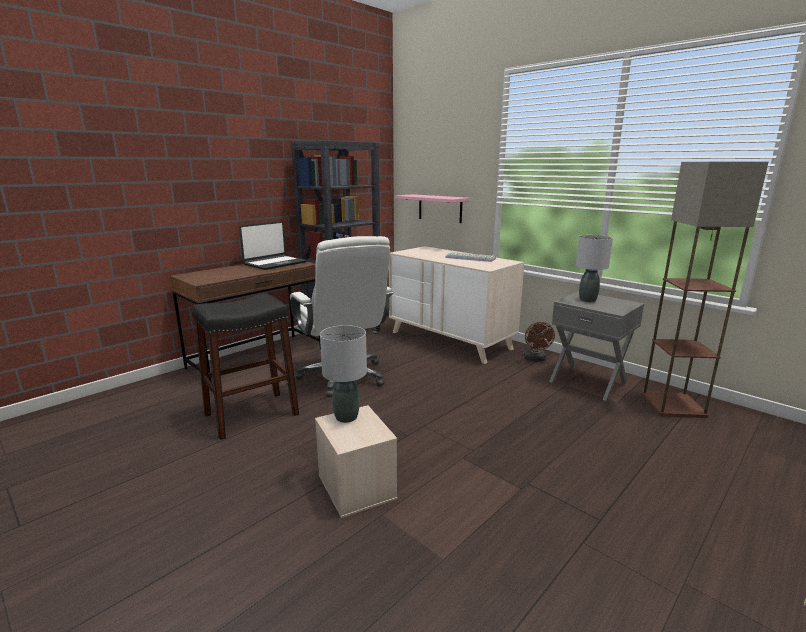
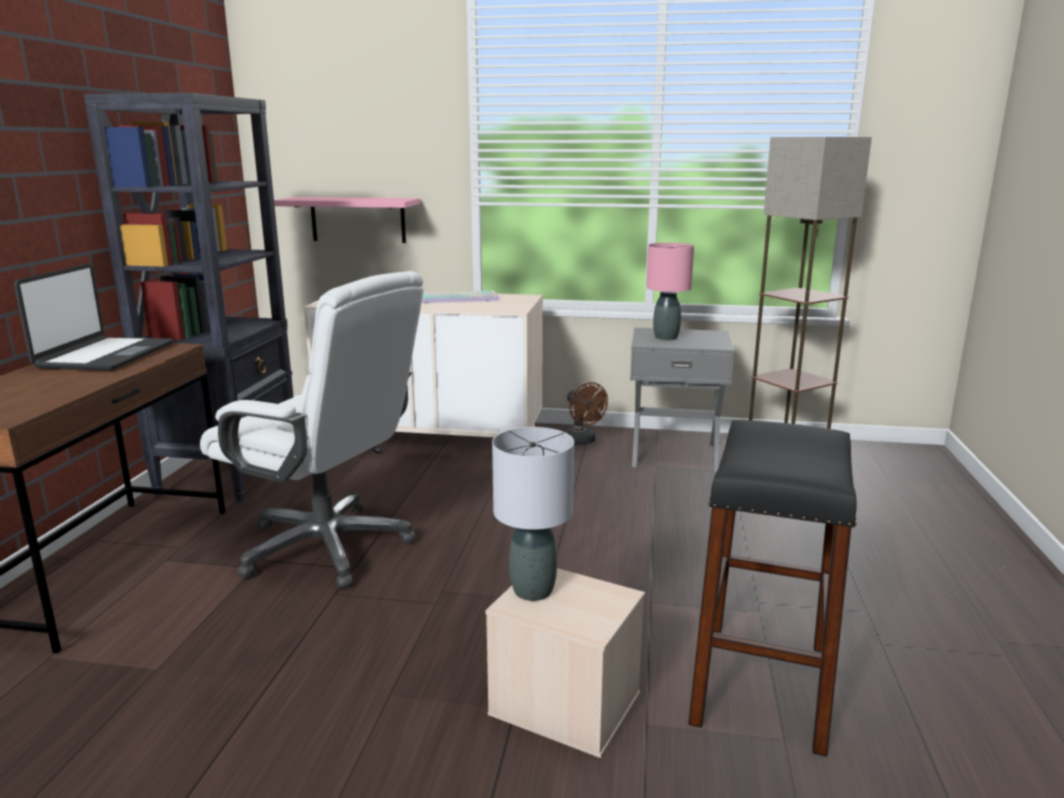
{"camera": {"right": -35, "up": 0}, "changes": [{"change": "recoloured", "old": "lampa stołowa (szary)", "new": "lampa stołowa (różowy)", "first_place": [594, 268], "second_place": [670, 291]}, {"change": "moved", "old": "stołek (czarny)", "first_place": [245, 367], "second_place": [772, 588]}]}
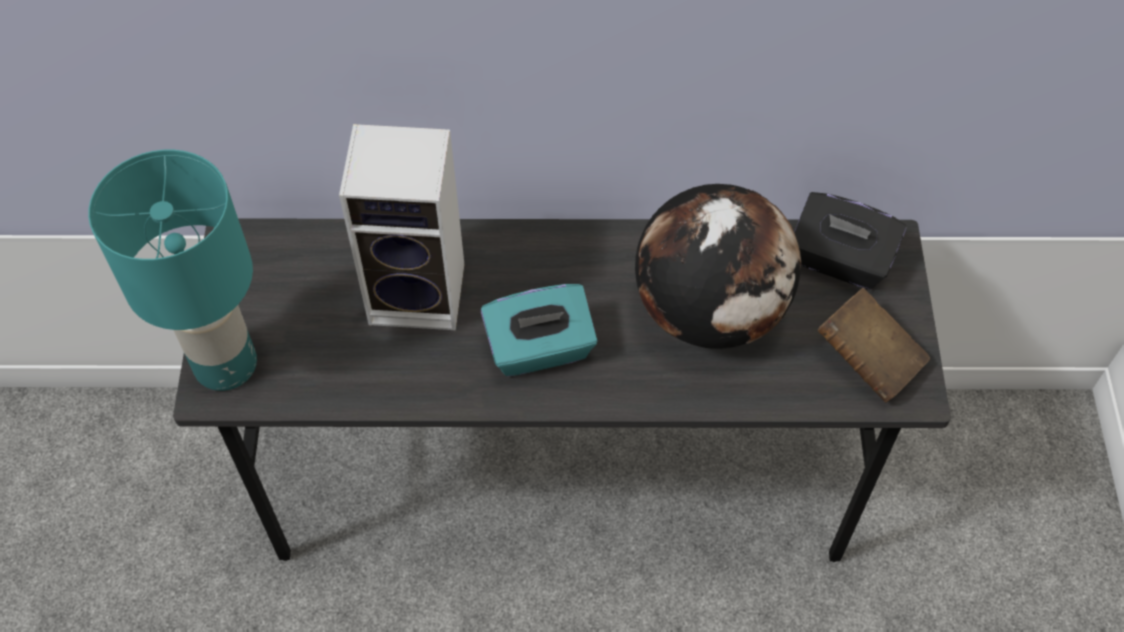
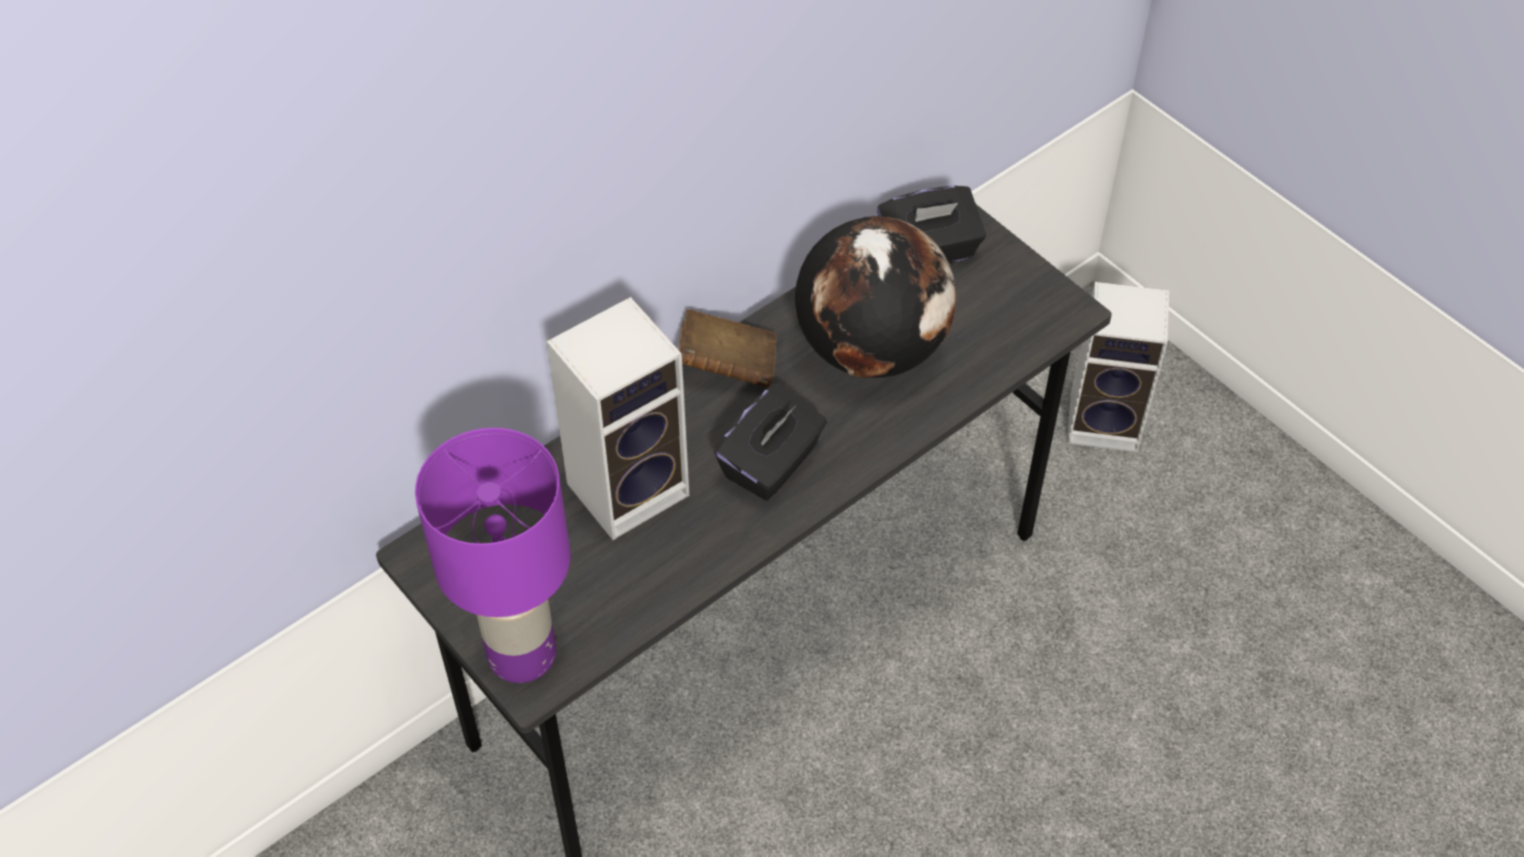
{"camera": {"right": -40, "up": -5}, "changes": [{"change": "recoloured", "old": "lampa stołowa (turkusowy)", "new": "lampa stołowa (fioletowy)", "first_place": [172, 270], "second_place": [492, 555]}, {"change": "recoloured", "old": "pudełko chusteczek (turkusowy)", "new": "pudełko chusteczek (czarny)", "first_place": [539, 330], "second_place": [771, 442]}, {"change": "moved", "old": "książka (brązowy)", "first_place": [874, 345], "second_place": [727, 348]}, {"change": "added", "new": "głośnik", "second_place": [1118, 367]}]}
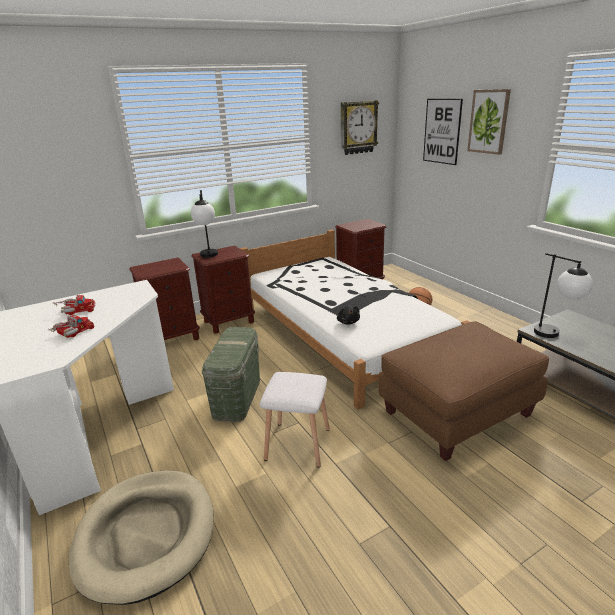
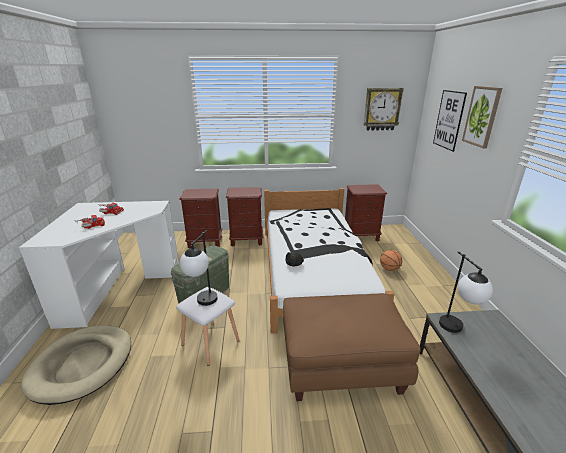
{"camera": {"right": 25, "up": 0}, "changes": [{"change": "moved", "old": "lampa stołowa", "first_place": [204, 224], "second_place": [199, 268]}]}
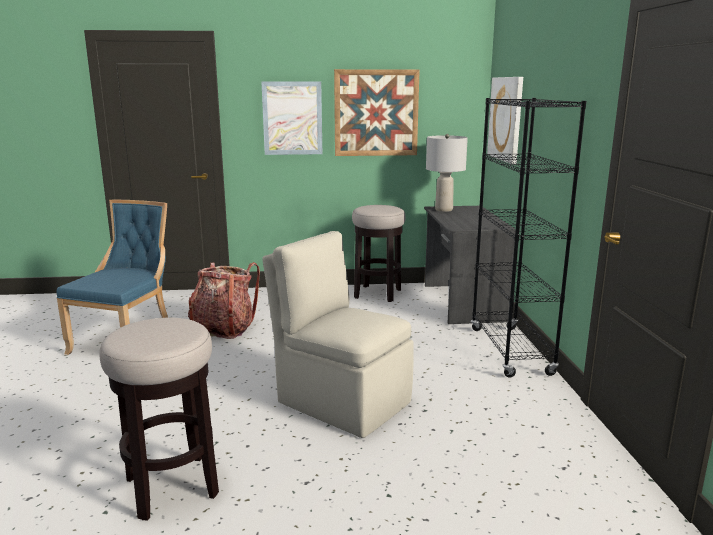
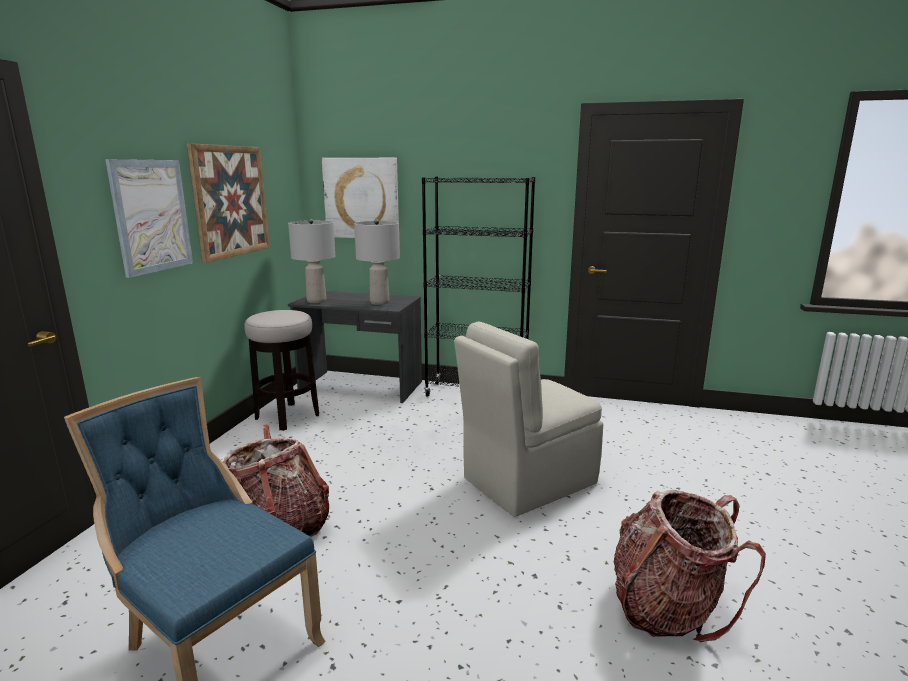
{"camera": {"right": -70, "up": 0}, "changes": [{"change": "replaced", "old": "stołek", "new": "plecak", "first_place": [159, 419], "second_place": [690, 566]}, {"change": "added", "new": "lampa stołowa (szary)", "second_place": [377, 262]}]}
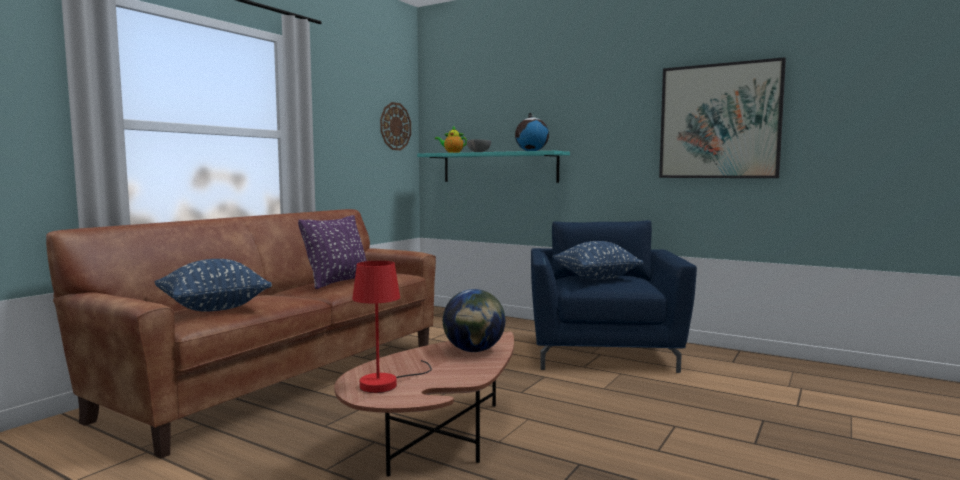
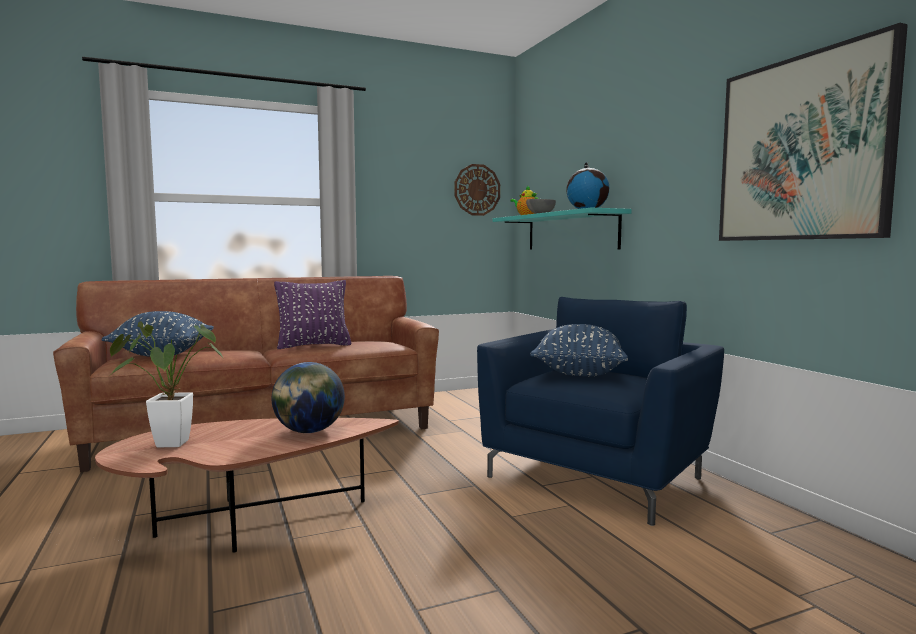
{"camera": {"right": 35, "up": 0}, "changes": [{"change": "replaced", "old": "lampa stołowa (czerwony)", "new": "roślina doniczkowa", "first_place": [392, 327], "second_place": [166, 384]}]}
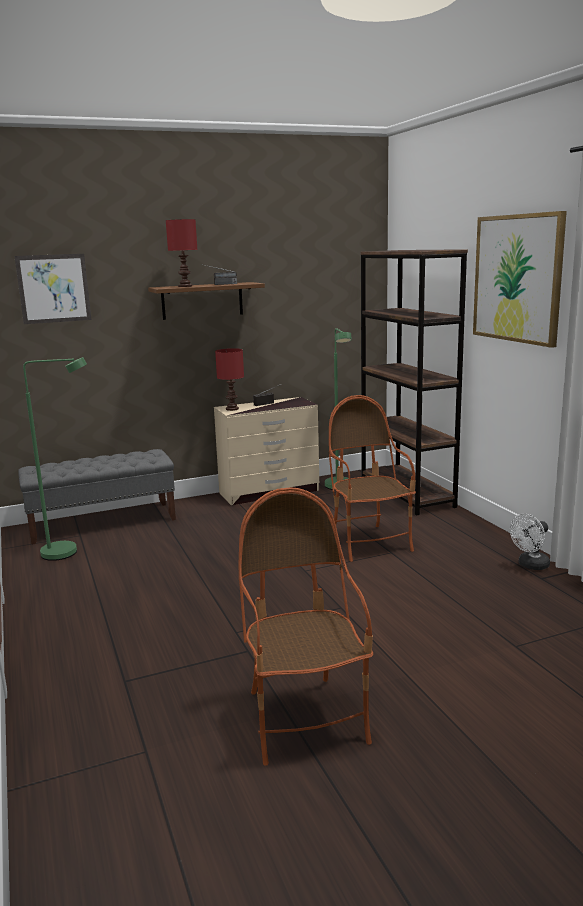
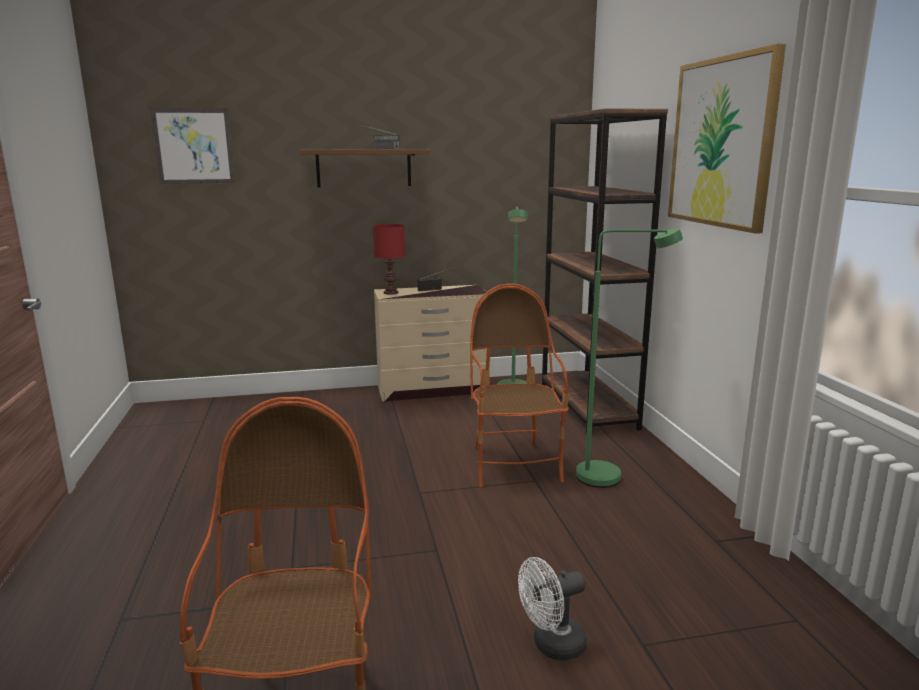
{"camera": {"right": 10, "up": 0}, "changes": [{"change": "removed", "old": "lampa stołowa (czerwony)", "first_place": [181, 253]}, {"change": "moved", "old": "lampa stojąca (zielony)", "first_place": [55, 459], "second_place": [629, 358]}, {"change": "removed", "old": "ławka (szary)", "first_place": [97, 497]}, {"change": "moved", "old": "wentylator (biały)", "first_place": [530, 542], "second_place": [552, 609]}]}
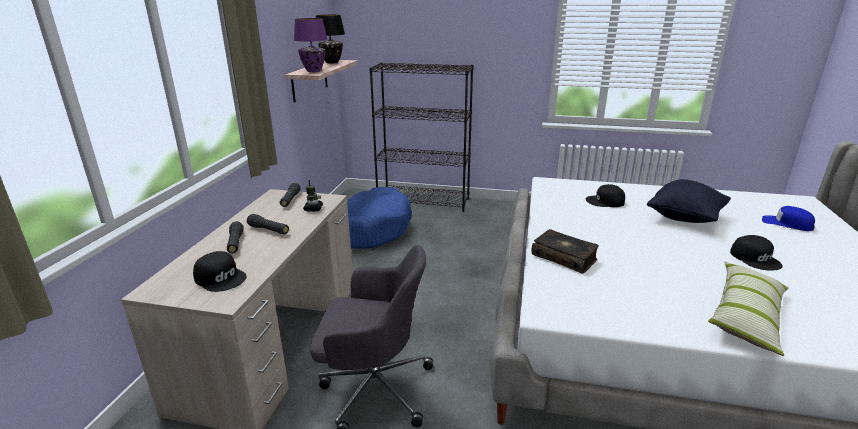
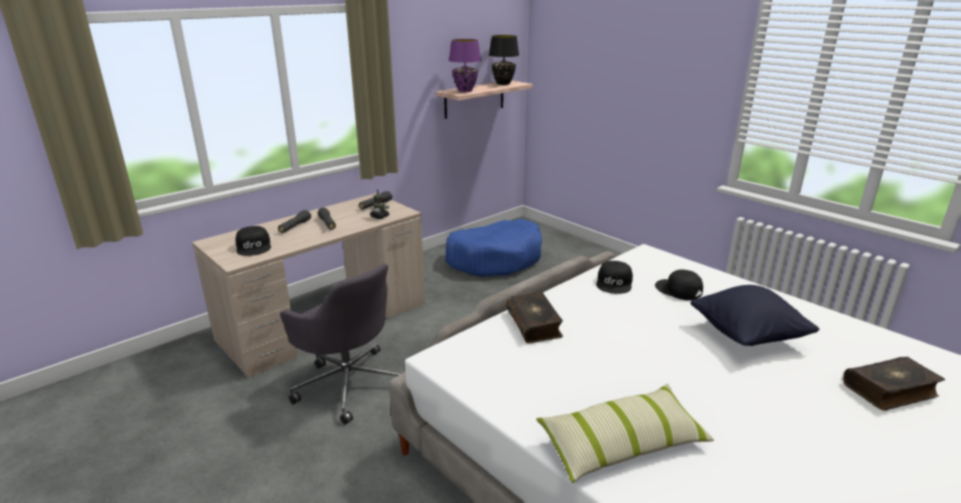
{"camera": {"right": 35, "up": 0}, "changes": [{"change": "removed", "old": "regał (czarny)", "first_place": [421, 137]}, {"change": "replaced", "old": "czapka z daszkiem (niebieski)", "new": "książka", "first_place": [788, 218], "second_place": [894, 384]}, {"change": "moved", "old": "czapka z daszkiem (czarny)", "first_place": [756, 252], "second_place": [614, 277]}]}
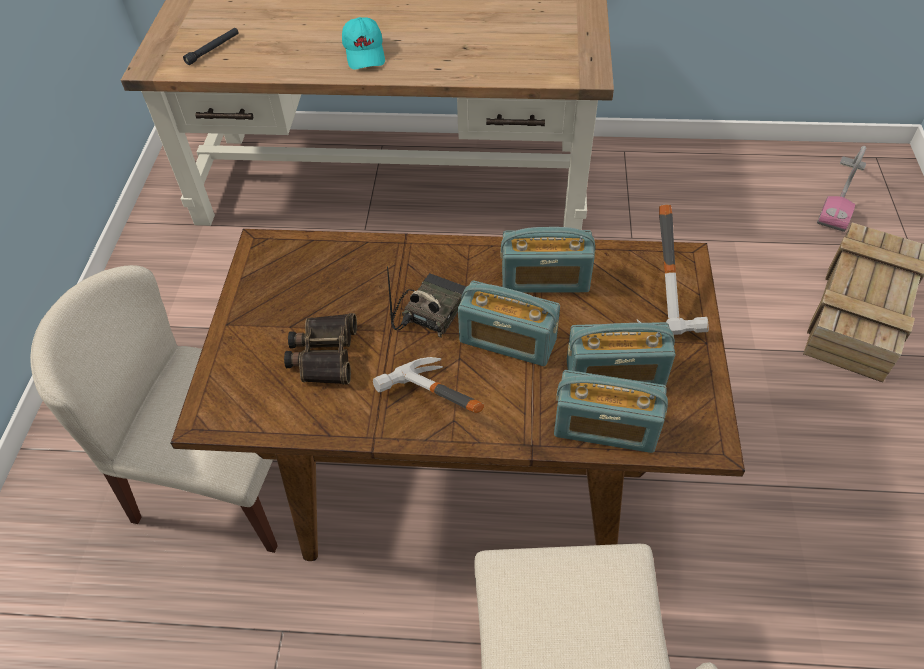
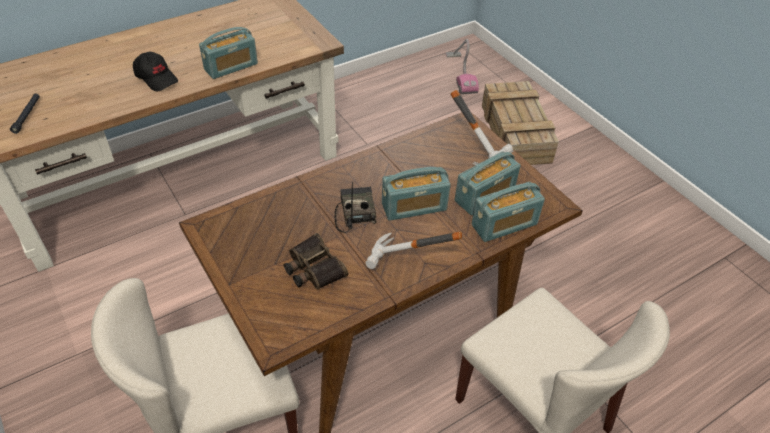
{"camera": {"right": -40, "up": -5}, "changes": [{"change": "recoloured", "old": "czapka z daszkiem (turkusowy)", "new": "czapka z daszkiem (czarny)", "first_place": [363, 43], "second_place": [155, 71]}, {"change": "moved", "old": "radio", "first_place": [548, 260], "second_place": [228, 53]}]}
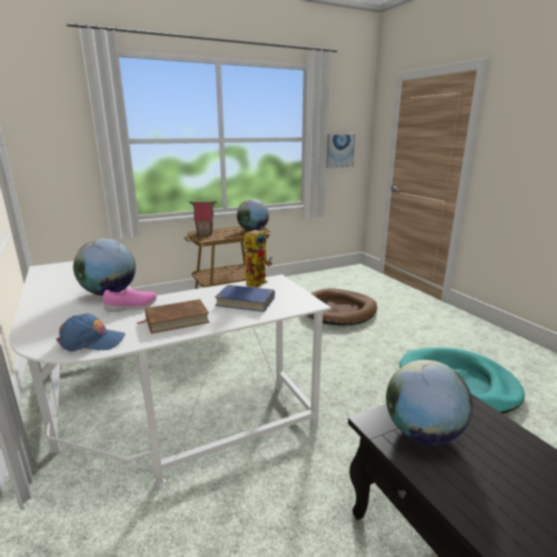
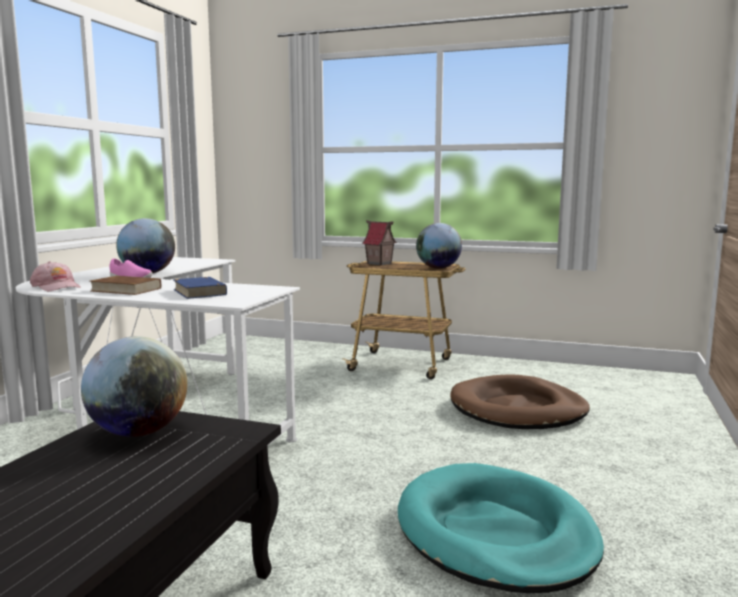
{"camera": {"right": 45, "up": -10}, "changes": [{"change": "removed", "old": "obraz", "first_place": [340, 151]}, {"change": "removed", "old": "robot zabawkowy", "first_place": [258, 257]}, {"change": "recoloured", "old": "czapka z daszkiem (niebieski)", "new": "czapka z daszkiem (różowy)", "first_place": [90, 333], "second_place": [55, 276]}]}
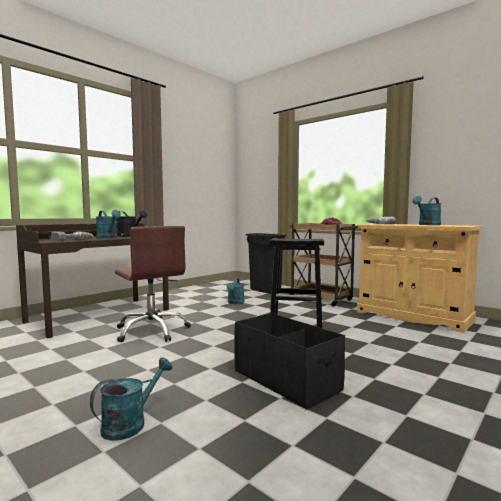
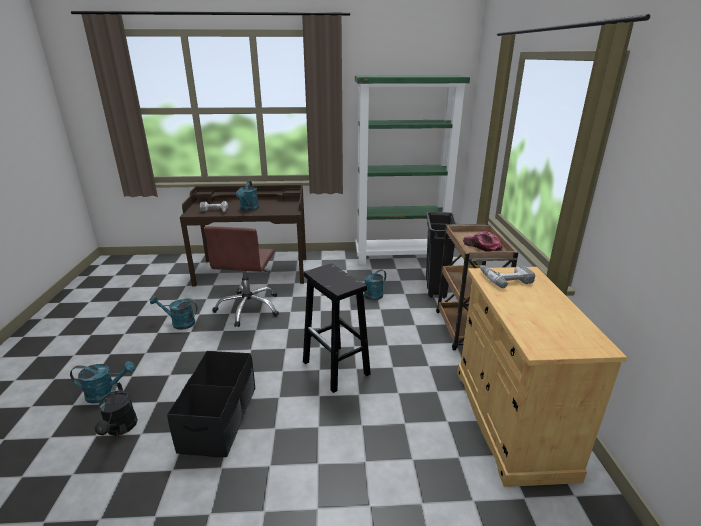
{"camera": {"right": 45, "up": 20}, "changes": [{"change": "moved", "old": "konewka (turkusowy)", "first_place": [426, 210], "second_place": [174, 313]}, {"change": "moved", "old": "konewka (czarny)", "first_place": [131, 223], "second_place": [116, 409]}, {"change": "added", "new": "regał (zielony)", "second_place": [412, 170]}]}
